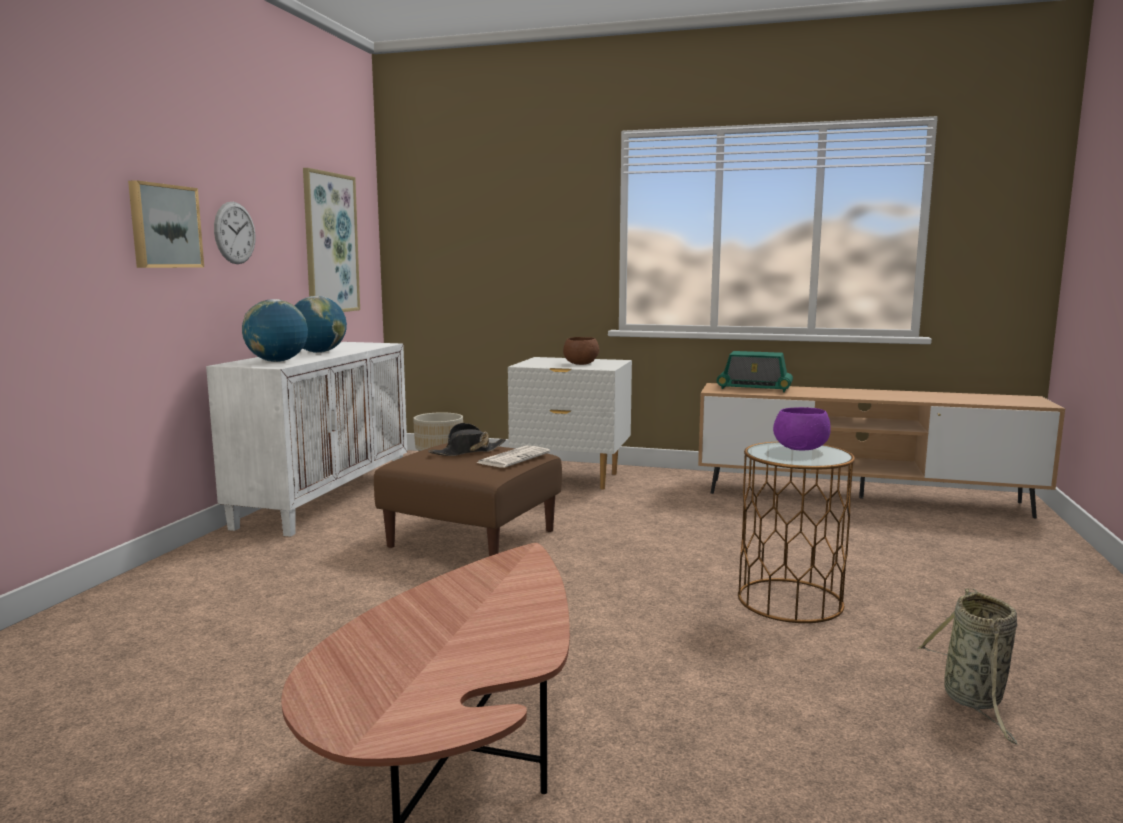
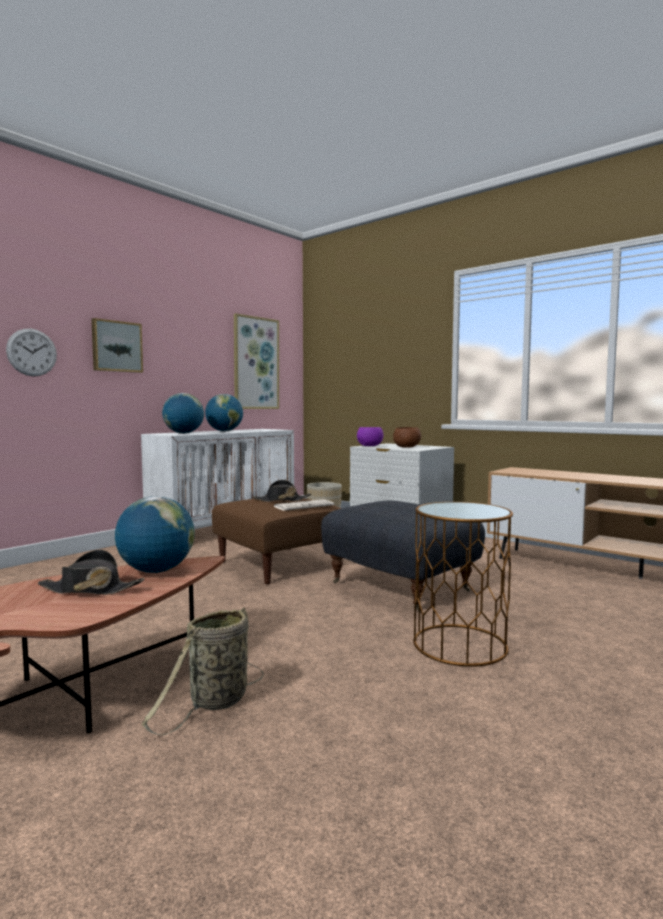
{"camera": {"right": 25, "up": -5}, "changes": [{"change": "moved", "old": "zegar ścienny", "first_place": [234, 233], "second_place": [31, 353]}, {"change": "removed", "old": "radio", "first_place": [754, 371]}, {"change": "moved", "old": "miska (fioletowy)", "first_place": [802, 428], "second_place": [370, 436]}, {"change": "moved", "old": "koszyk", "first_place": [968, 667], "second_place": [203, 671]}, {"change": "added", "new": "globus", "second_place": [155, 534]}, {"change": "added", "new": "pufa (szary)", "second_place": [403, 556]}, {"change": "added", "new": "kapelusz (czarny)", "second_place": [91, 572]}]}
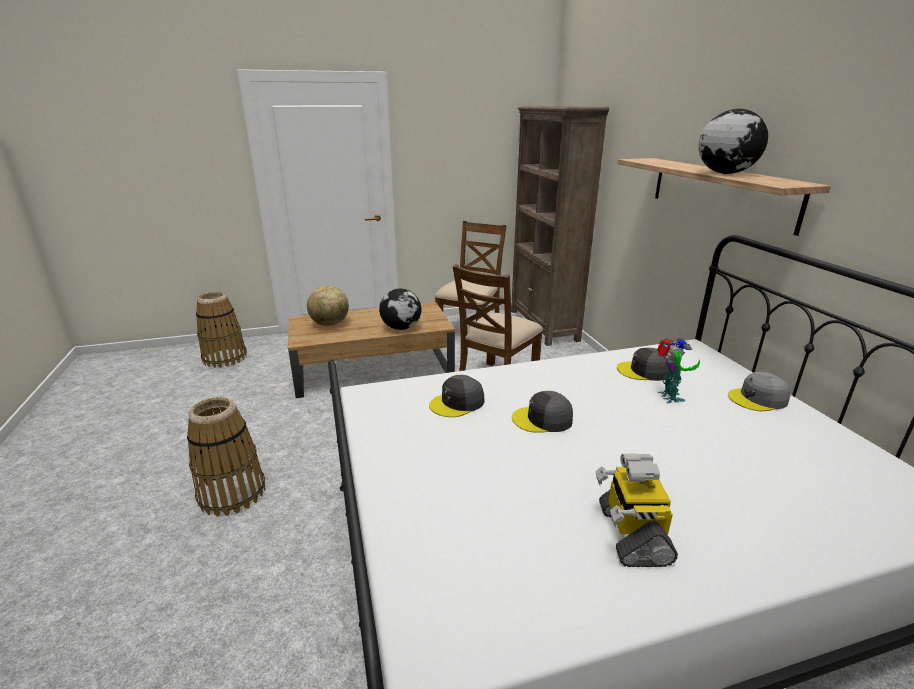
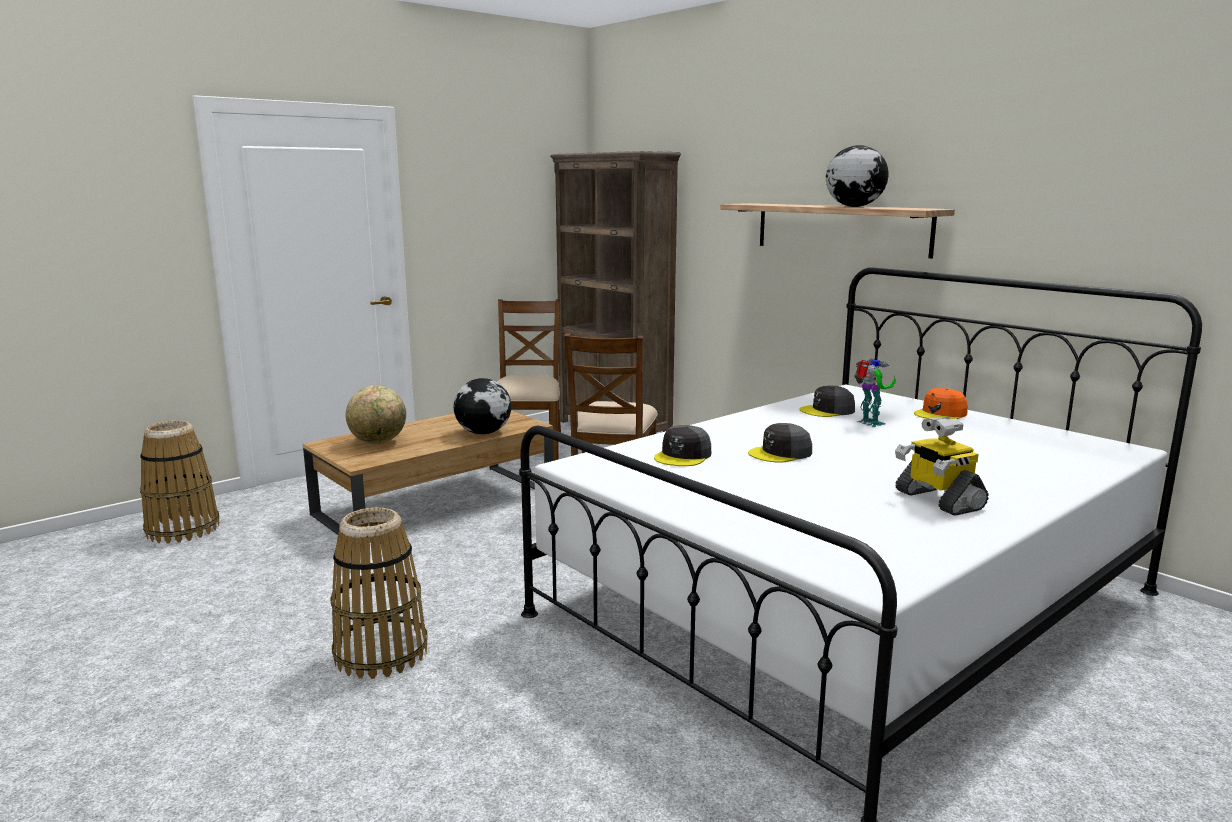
{"camera": {"right": -25, "up": -10}, "changes": [{"change": "recoloured", "old": "czapka z daszkiem (szary)", "new": "czapka z daszkiem (pomarańczowy)", "first_place": [759, 391], "second_place": [941, 403]}]}
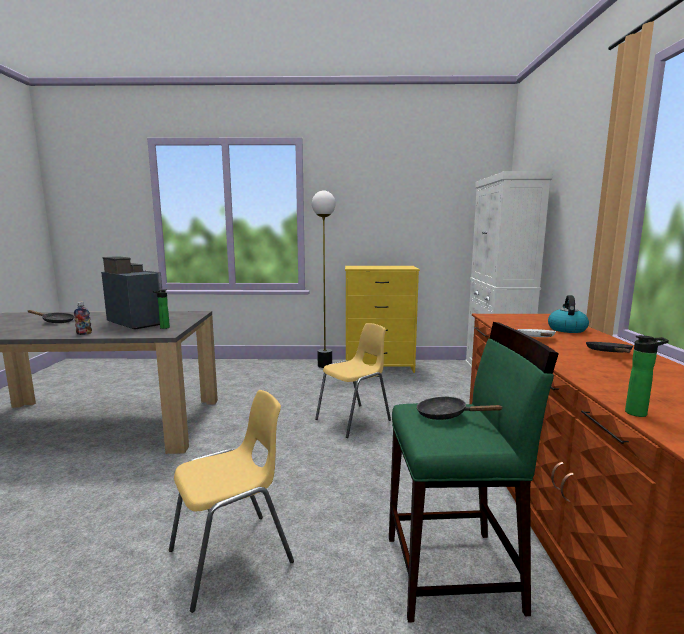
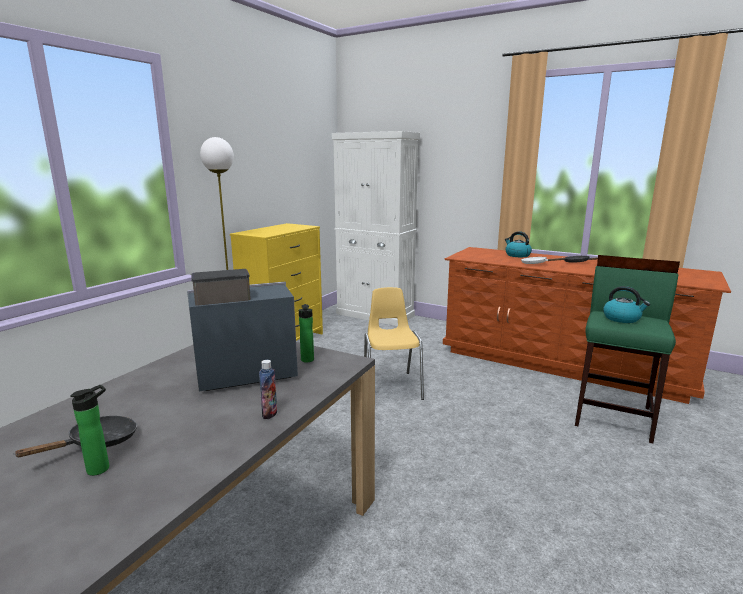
{"camera": {"right": -60, "up": 5}, "changes": [{"change": "moved", "old": "butelka", "first_place": [647, 376], "second_place": [89, 430]}, {"change": "removed", "old": "krzesło (żółty)", "first_place": [231, 501]}, {"change": "replaced", "old": "patelnia (czarny)", "new": "czajnik", "first_place": [460, 408], "second_place": [626, 304]}]}
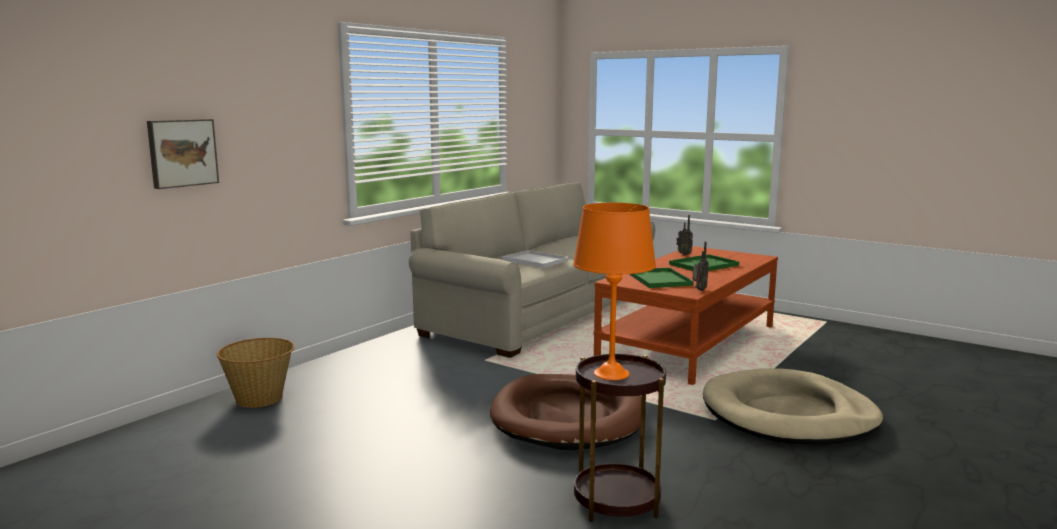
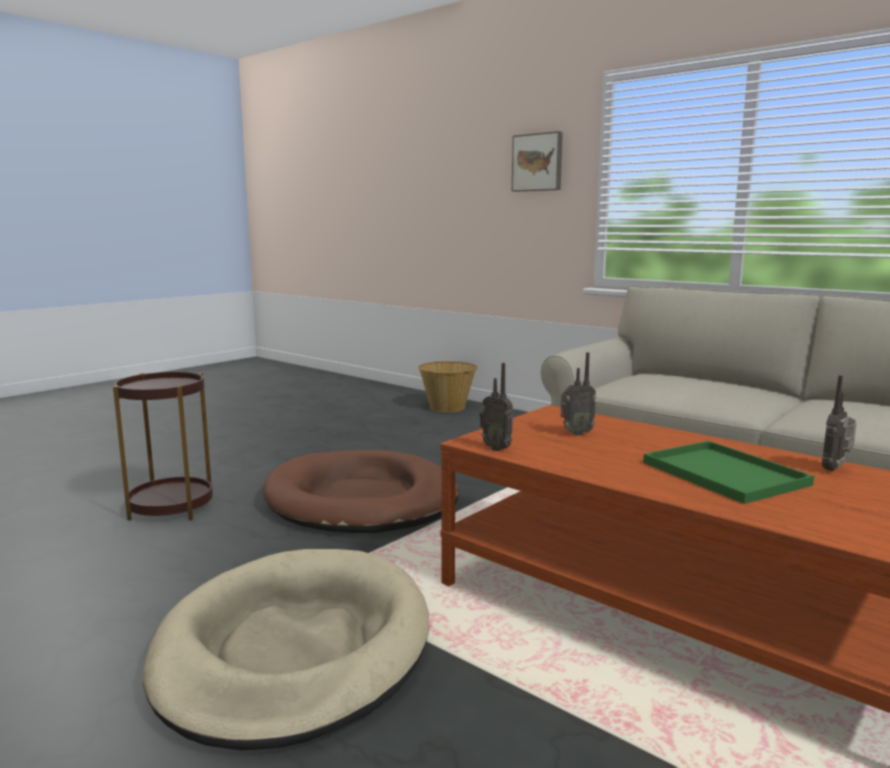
{"camera": {"right": 95, "up": 0}, "changes": [{"change": "moved", "old": "obraz", "first_place": [183, 154], "second_place": [537, 161]}, {"change": "removed", "old": "lampa stołowa (pomarańczowy)", "first_place": [614, 291]}, {"change": "removed", "old": "taca (biały)", "first_place": [536, 259]}, {"change": "replaced", "old": "taca (zielony)", "new": "radio", "first_place": [661, 278], "second_place": [578, 394]}]}
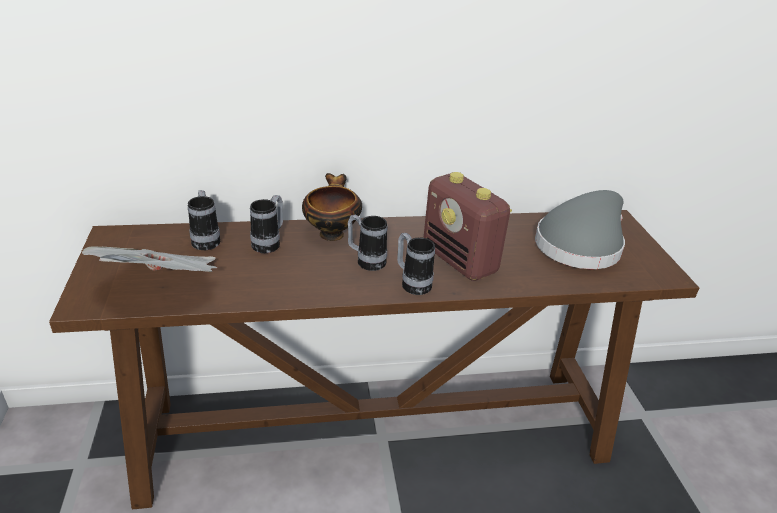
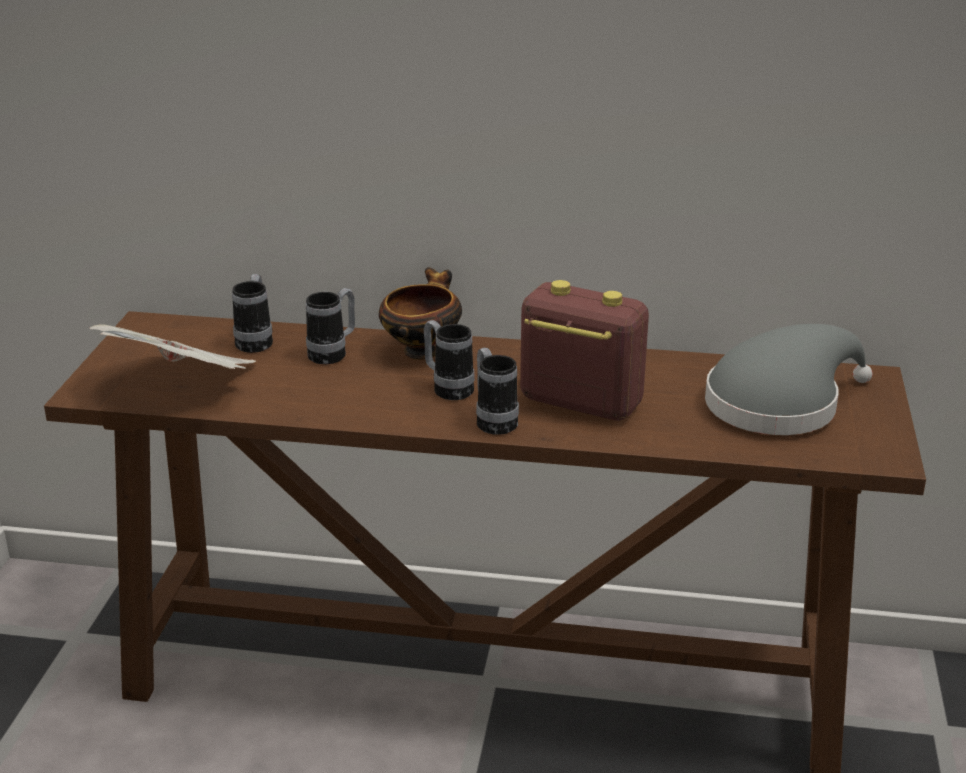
{"camera": {"right": 20, "up": -5}, "changes": [{"change": "turned", "old": "radio", "first_place": [467, 226], "second_place": [584, 350], "degrees": 135}]}
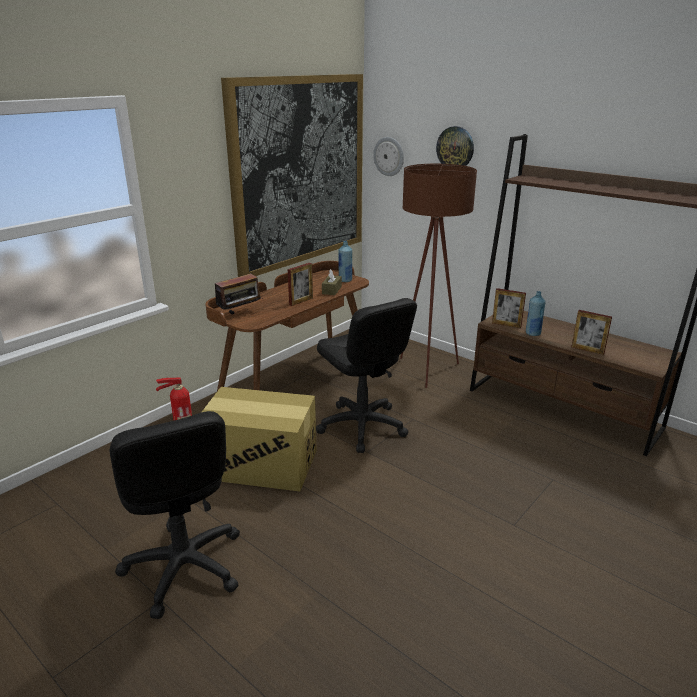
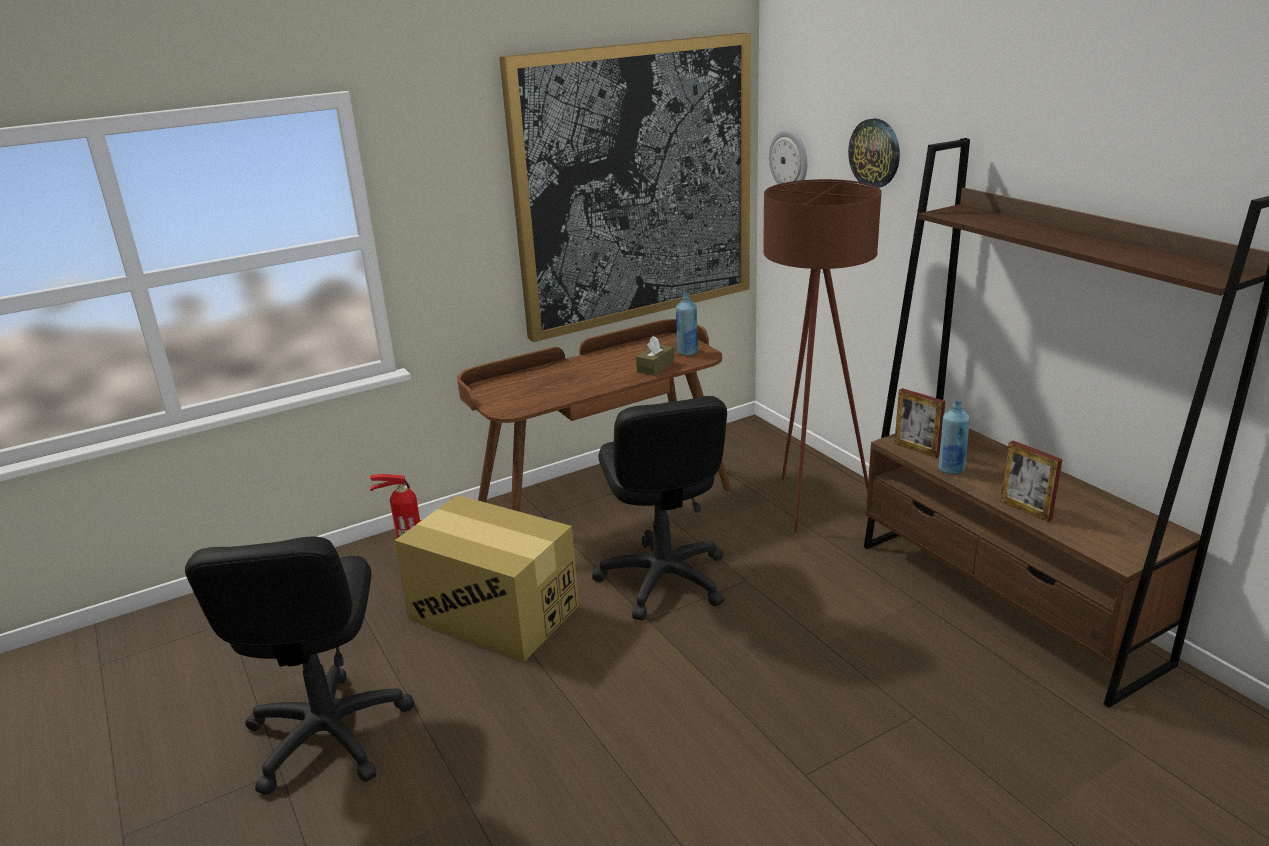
{"camera": {"right": 20, "up": 0}, "changes": [{"change": "removed", "old": "ramka na zdjęcie", "first_place": [300, 284]}, {"change": "removed", "old": "radio", "first_place": [239, 293]}]}
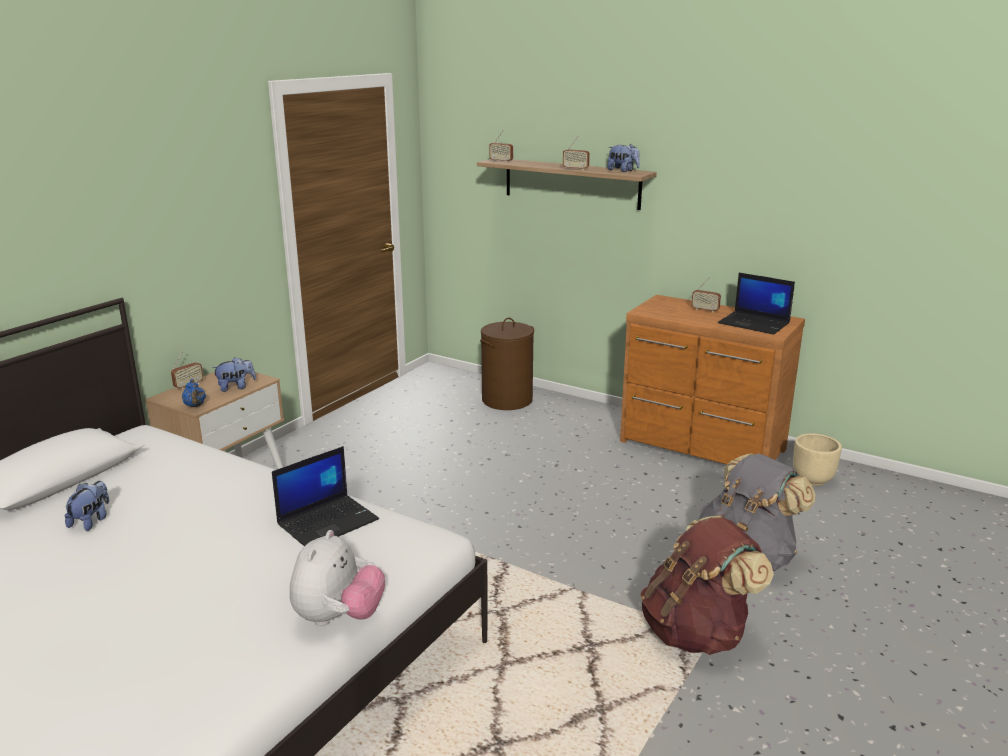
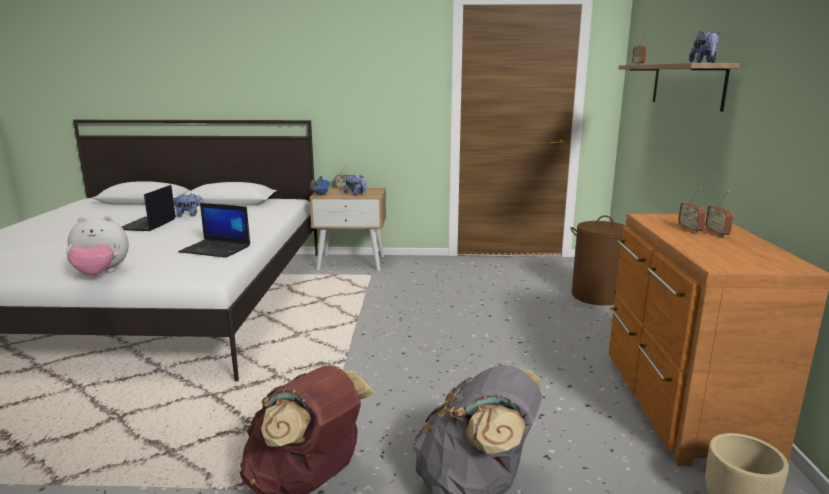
{"camera": {"right": 60, "up": -5}, "changes": [{"change": "moved", "old": "radio", "first_place": [576, 153], "second_place": [692, 210]}, {"change": "moved", "old": "laptop", "first_place": [756, 303], "second_place": [148, 208]}]}
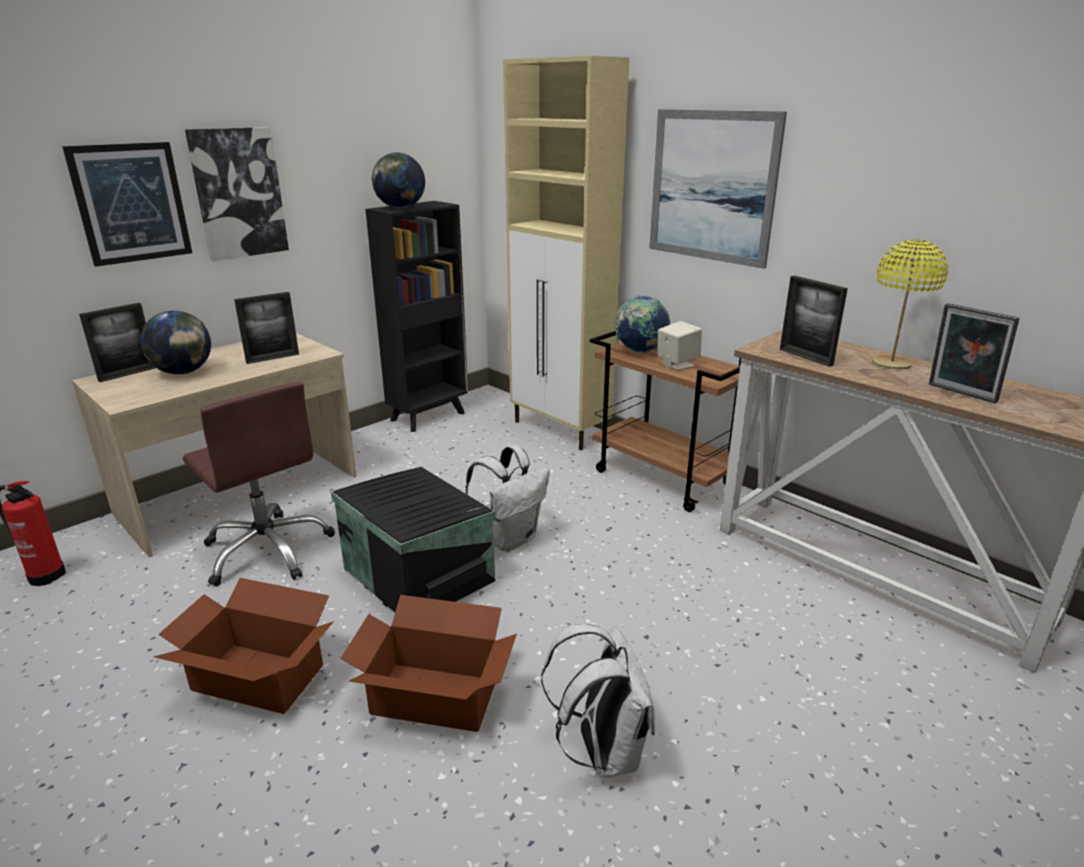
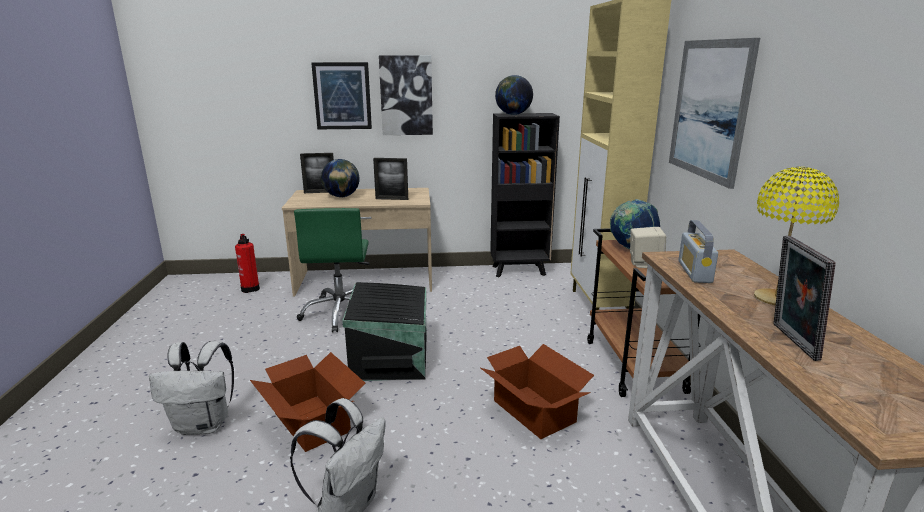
{"camera": {"right": 40, "up": -5}, "changes": [{"change": "replaced", "old": "ramka na zdjęcie", "new": "radio", "first_place": [814, 321], "second_place": [698, 251]}, {"change": "recoloured", "old": "krzesło biurowe (brązowy)", "new": "krzesło biurowe (zielony)", "first_place": [259, 483], "second_place": [332, 270]}, {"change": "moved", "old": "plecak (biały)", "first_place": [507, 498], "second_place": [191, 388]}, {"change": "moved", "old": "karton", "first_place": [244, 646], "second_place": [537, 391]}]}
